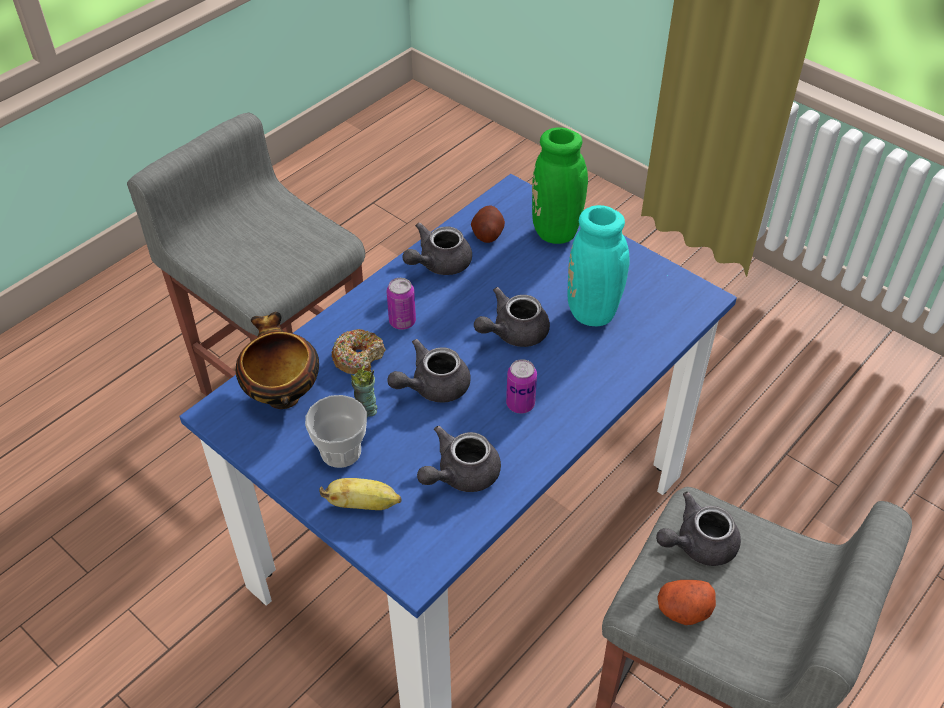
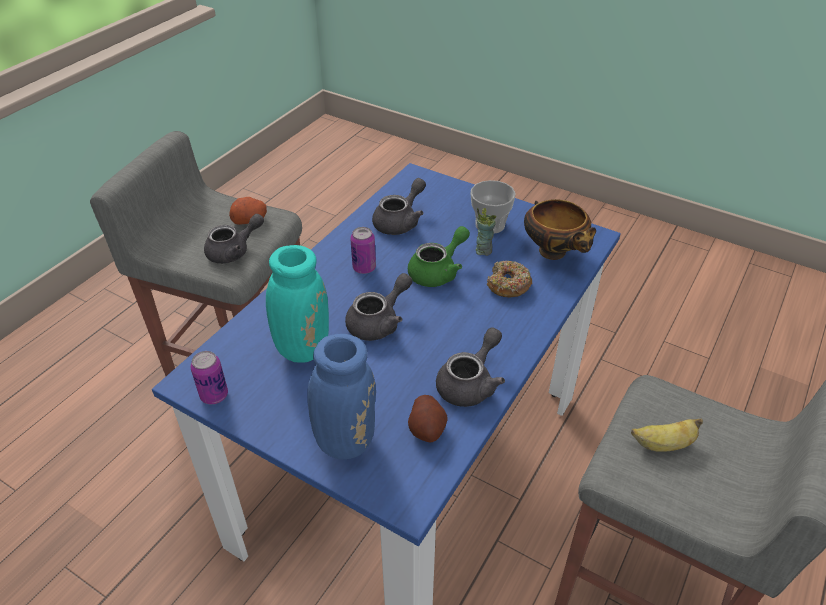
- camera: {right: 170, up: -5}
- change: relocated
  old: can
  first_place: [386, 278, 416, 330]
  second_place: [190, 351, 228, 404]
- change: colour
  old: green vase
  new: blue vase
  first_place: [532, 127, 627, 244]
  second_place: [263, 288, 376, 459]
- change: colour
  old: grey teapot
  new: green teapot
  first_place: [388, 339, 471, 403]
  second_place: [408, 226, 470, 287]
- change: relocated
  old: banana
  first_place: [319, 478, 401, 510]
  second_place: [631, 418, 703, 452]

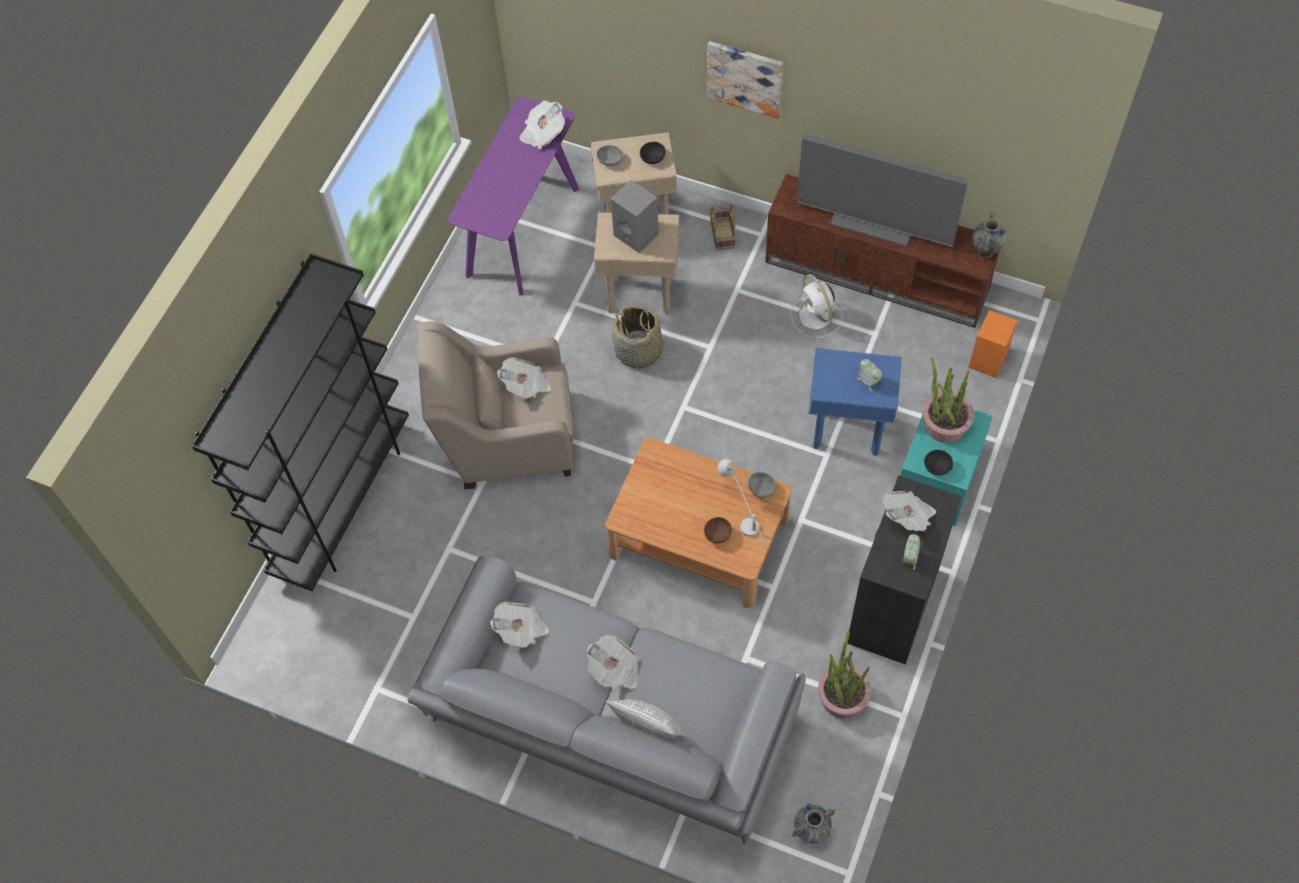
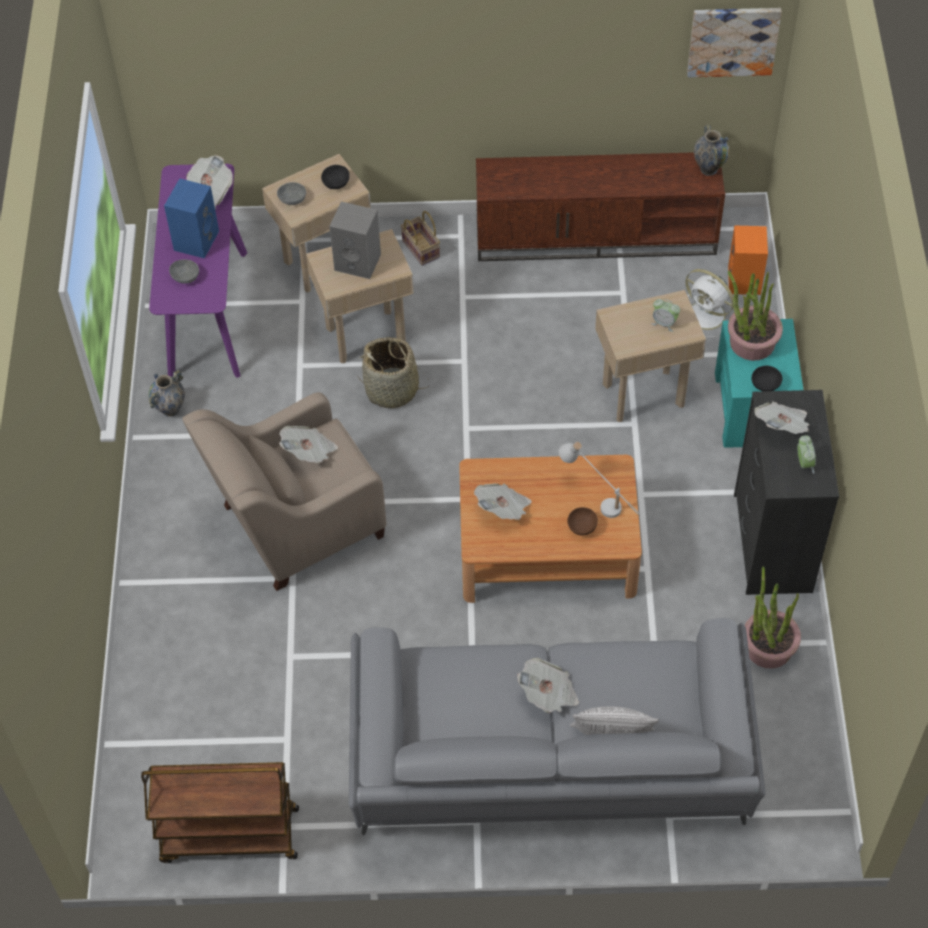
- camera: {right: -25, up: -5}
- change: appeared
  new: brown cart
  second_place: [141, 762, 299, 863]
- change: relocated
  old: vase
  first_place: [792, 803, 835, 844]
  second_place: [148, 370, 185, 417]
- change: appeared
  new: blue speaker
  second_place: [164, 178, 219, 258]
- change: relocated
  old: grey bowl
  first_place: [748, 472, 776, 498]
  second_place: [169, 259, 199, 284]
- change: relocated
  old: newspaper
  first_place: [490, 602, 549, 648]
  second_place: [474, 484, 532, 520]
- change: colour
  old: blue side table
  new: beige side table
  first_place: [808, 348, 902, 456]
  second_place: [595, 290, 706, 422]
- change: relocated
  old: white fan
  first_place: [790, 274, 843, 338]
  second_place: [685, 269, 733, 337]
- change: relocated
  old: picture
  first_place: [707, 41, 783, 118]
  second_place: [687, 8, 782, 77]
- change: missing
  old: black bookcase
  first_place: [192, 253, 409, 591]
- change: missing
  old: television
  first_place: [797, 134, 968, 247]

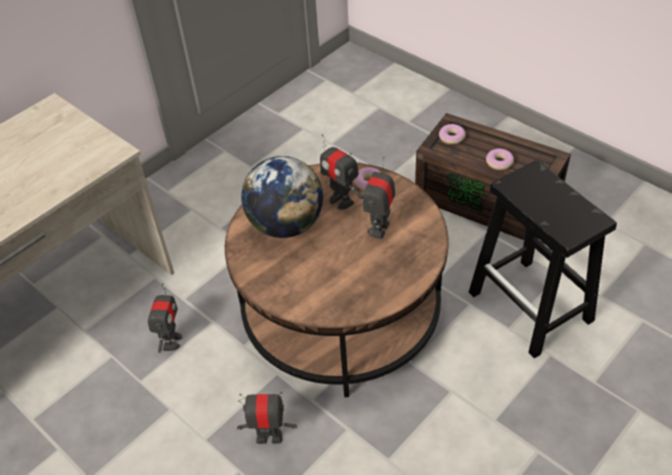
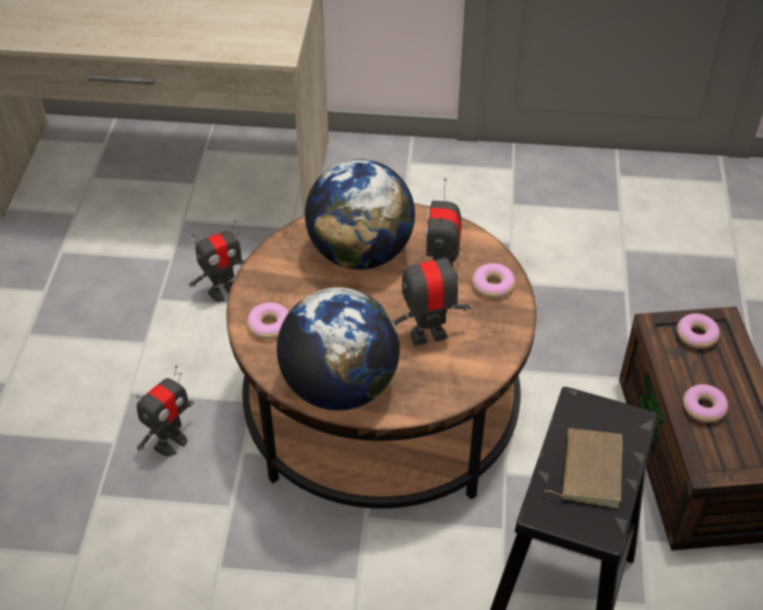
- camera: {right: 50, up: 0}
- change: spun
  old: toy robot
  first_place: [237, 392, 297, 444]
  second_place: [137, 366, 194, 457]
  degrees: 75
- change: appeared
  new: donut
  second_place: [247, 302, 289, 340]
- change: appeared
  new: globe
  second_place: [277, 287, 400, 411]
- change: appeared
  new: brown book
  second_place: [544, 428, 623, 508]

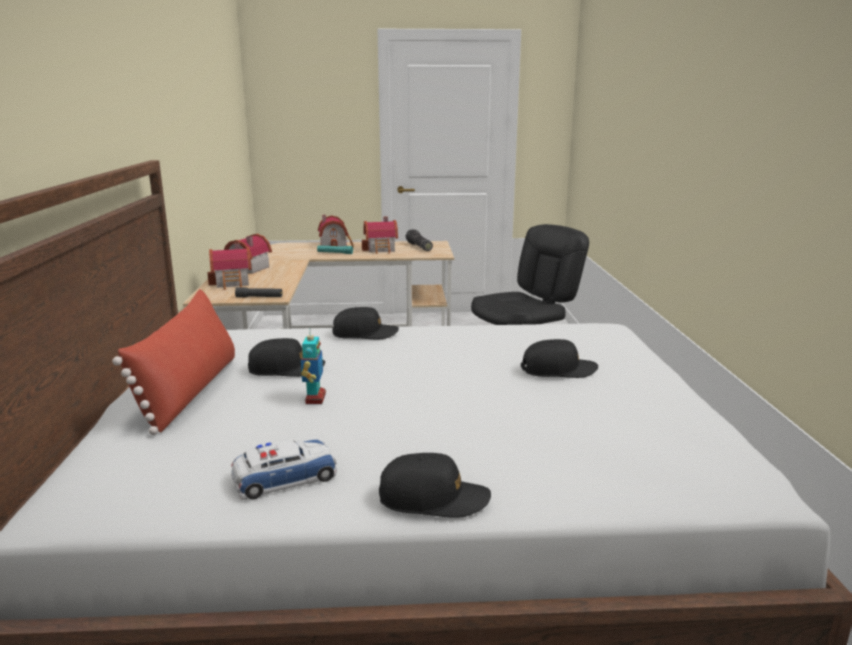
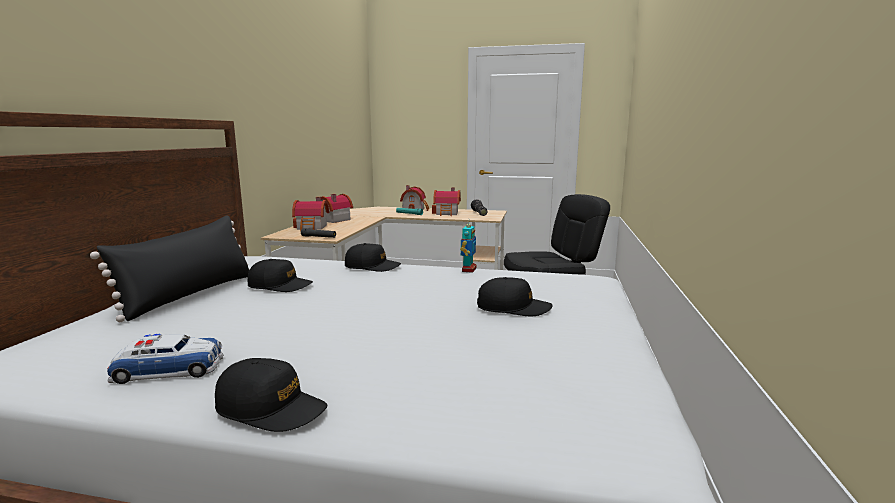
- camera: {right: 15, up: -5}
- change: colour
  old: red pillow
  new: black pillow
  first_place: [112, 289, 235, 435]
  second_place: [90, 216, 250, 322]
- change: relocated
  old: toy robot
  first_place: [301, 328, 326, 404]
  second_place: [460, 219, 477, 273]

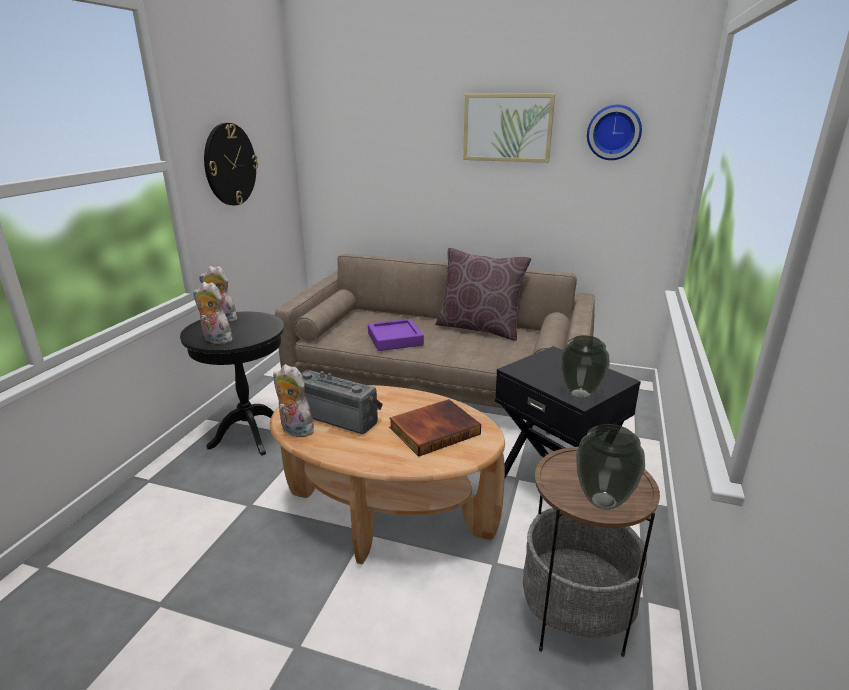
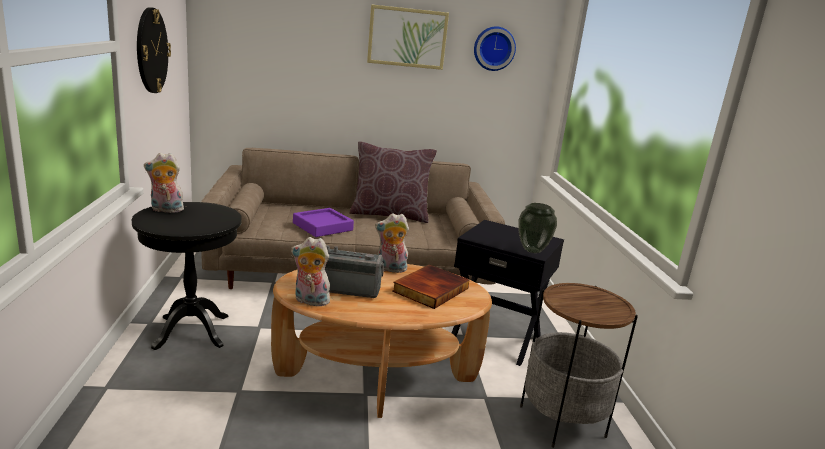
- camera: {right: -25, up: -5}
- change: relocated
  old: plush toy
  first_place: [193, 282, 233, 344]
  second_place: [375, 213, 409, 273]
- change: missing
  old: vase
  first_place: [576, 424, 645, 510]

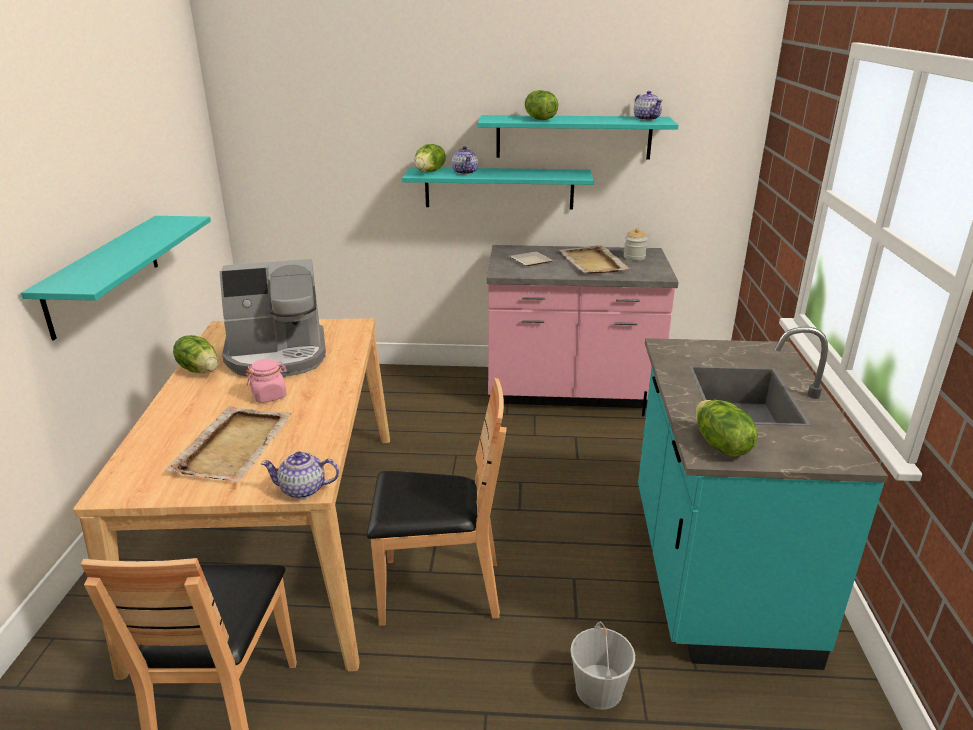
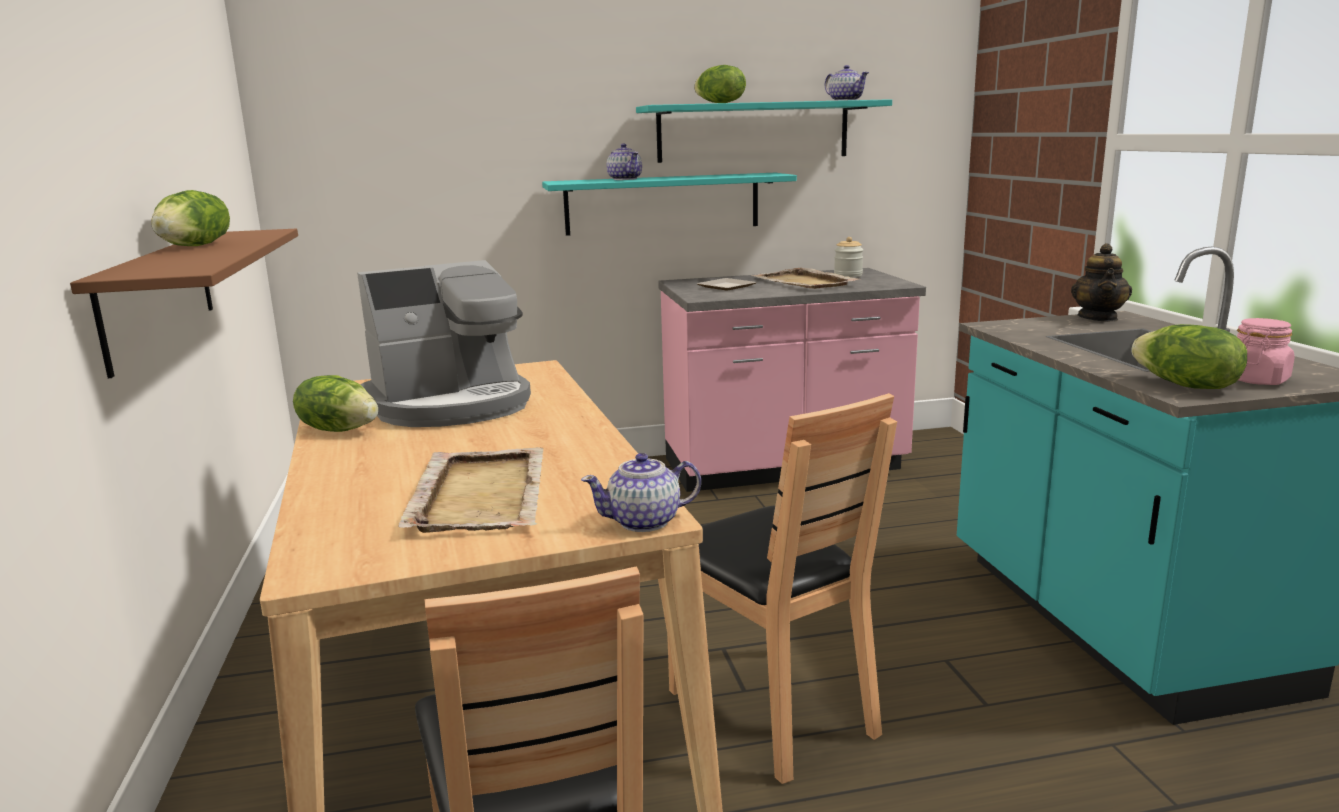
- camera: {right: -15, up: -10}
- change: colour
  old: turquoise shelf
  new: brown shelf
  first_place: [21, 216, 211, 340]
  second_place: [70, 229, 298, 378]
- change: relocated
  old: lettuce
  first_place: [415, 144, 446, 173]
  second_place: [151, 190, 230, 246]
- change: spun
  old: brown chair
  first_place: [367, 378, 507, 626]
  second_place: [667, 393, 897, 784]
  degrees: 75
- change: appeared
  new: teapot
  second_place: [1071, 243, 1132, 322]
- change: relocated
  old: pink jar
  first_place: [246, 359, 287, 403]
  second_place: [1237, 318, 1294, 385]
- change: missing
  old: white bucket
  first_place: [570, 622, 635, 710]

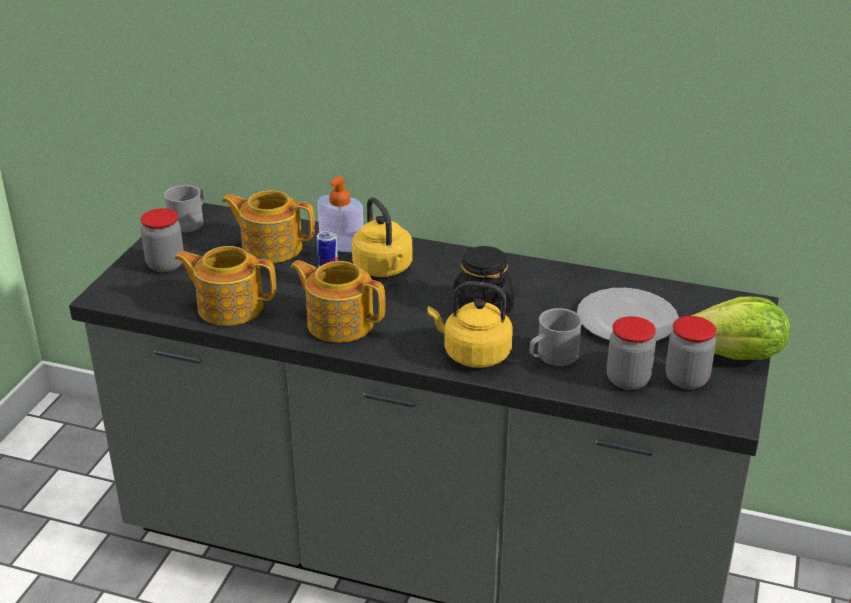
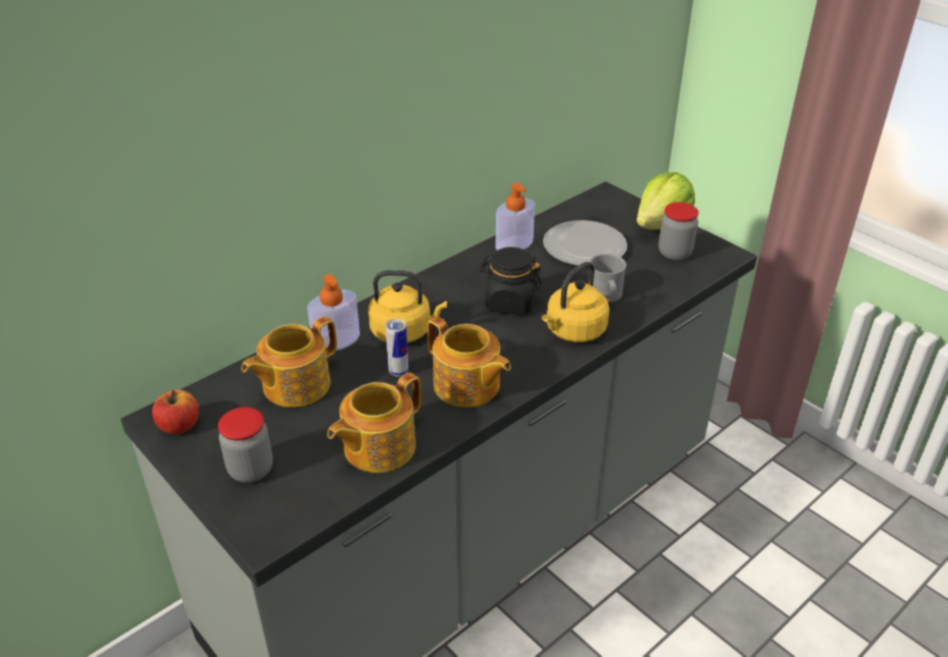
- camera: {right: -60, up: 5}
- change: exchanged
  old: grey mug
  new: apple
  first_place: [164, 185, 204, 233]
  second_place: [152, 390, 199, 434]
- change: spun
  old: teapot
  first_place: [290, 260, 385, 343]
  second_place: [427, 317, 511, 407]
  degrees: -105
- change: appeared
  new: soap dispenser
  second_place: [495, 183, 535, 250]
- change: missing
  old: jar
  first_place: [607, 316, 656, 390]

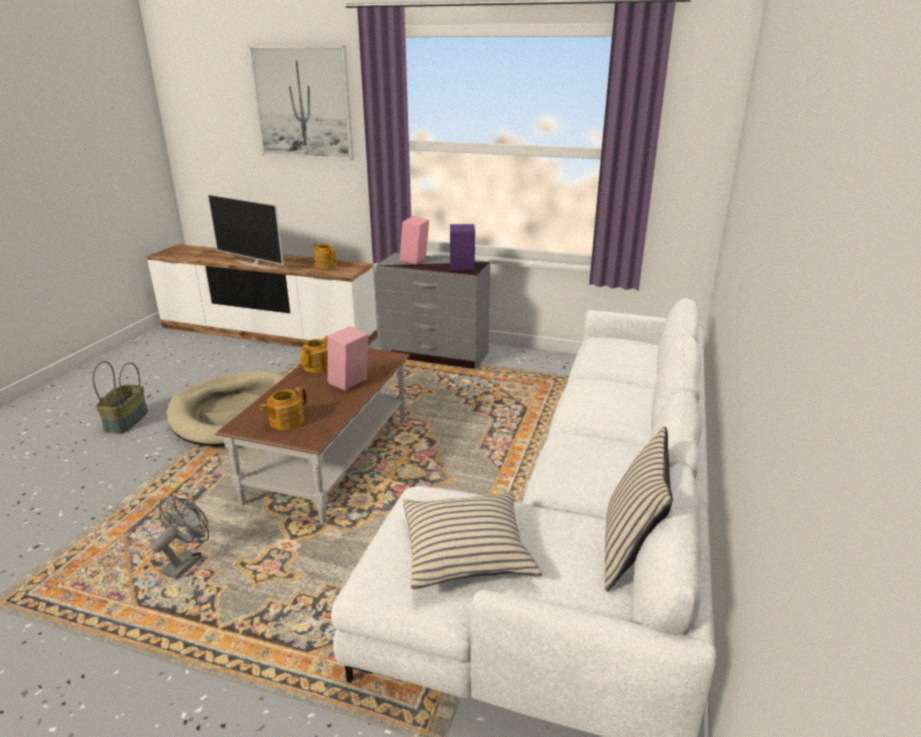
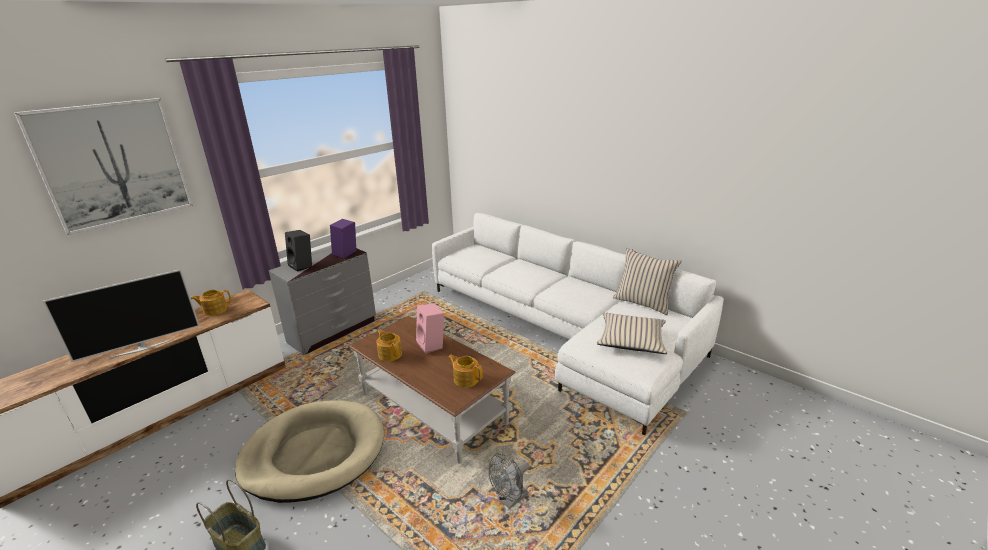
- camera: {right: -65, up: 0}
- change: colour
  old: pink speaker
  new: black speaker
  first_place: [400, 216, 429, 264]
  second_place: [285, 230, 312, 272]
- change: spun
  old: teapot
  first_place: [260, 386, 307, 430]
  second_place: [449, 355, 483, 388]
  degrees: 150
- change: spun
  old: grey fan
  first_place: [151, 497, 209, 579]
  second_place: [489, 453, 530, 509]
  degrees: -90

